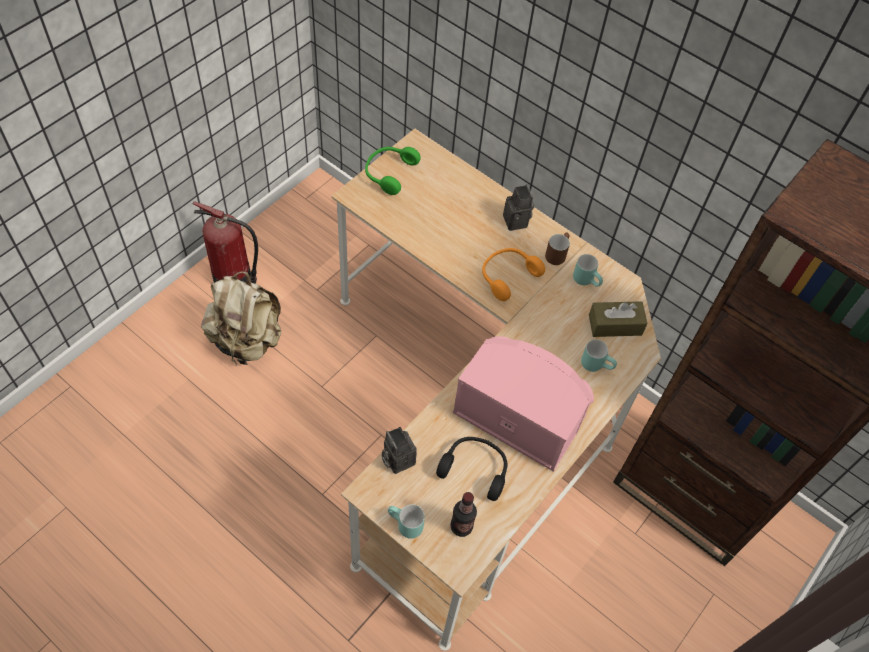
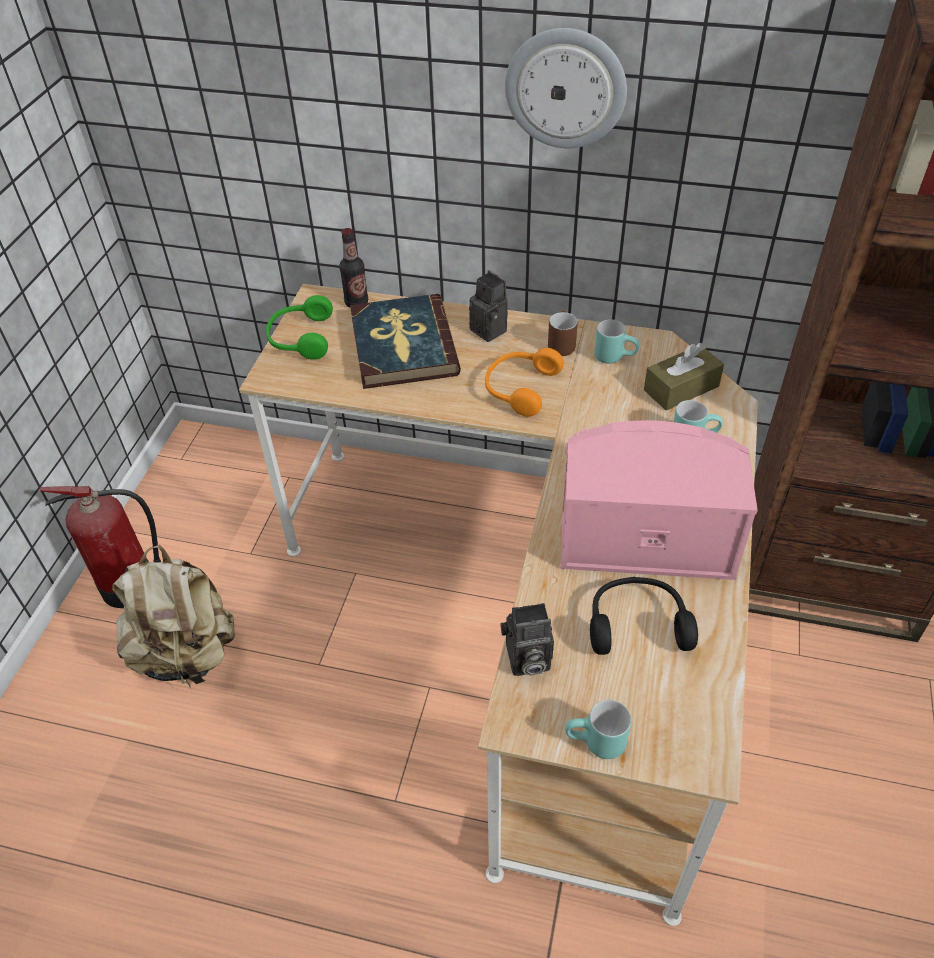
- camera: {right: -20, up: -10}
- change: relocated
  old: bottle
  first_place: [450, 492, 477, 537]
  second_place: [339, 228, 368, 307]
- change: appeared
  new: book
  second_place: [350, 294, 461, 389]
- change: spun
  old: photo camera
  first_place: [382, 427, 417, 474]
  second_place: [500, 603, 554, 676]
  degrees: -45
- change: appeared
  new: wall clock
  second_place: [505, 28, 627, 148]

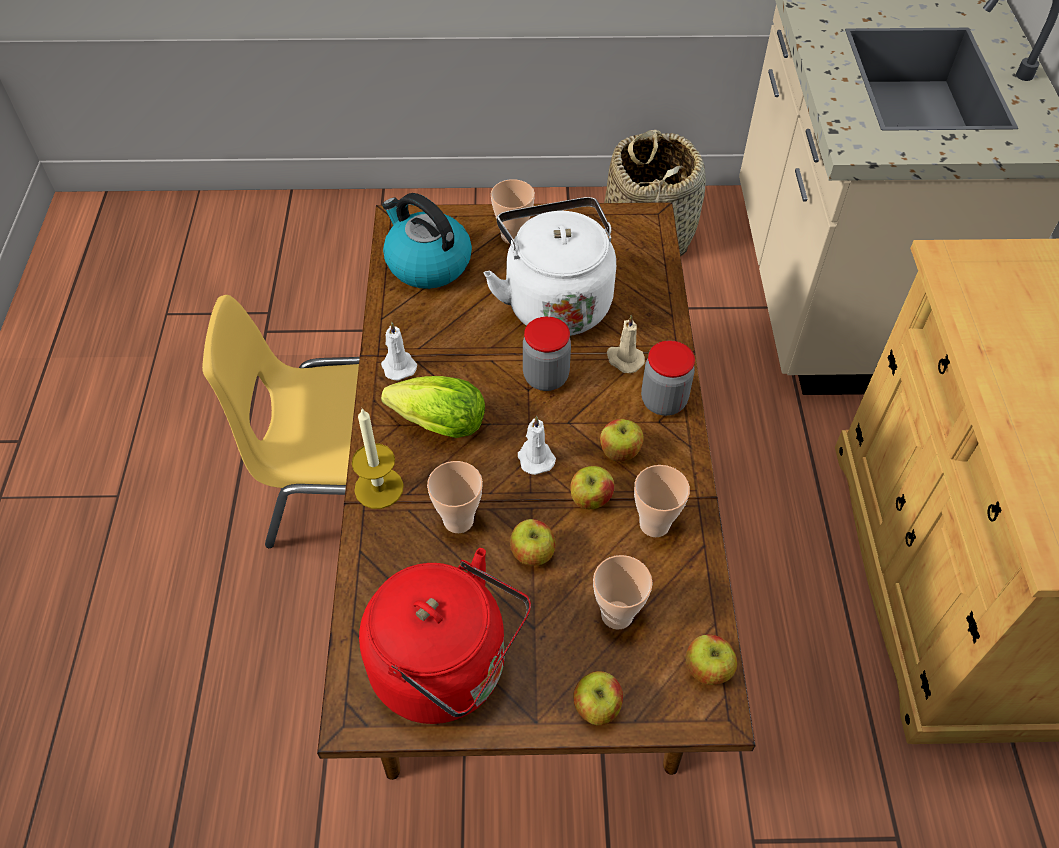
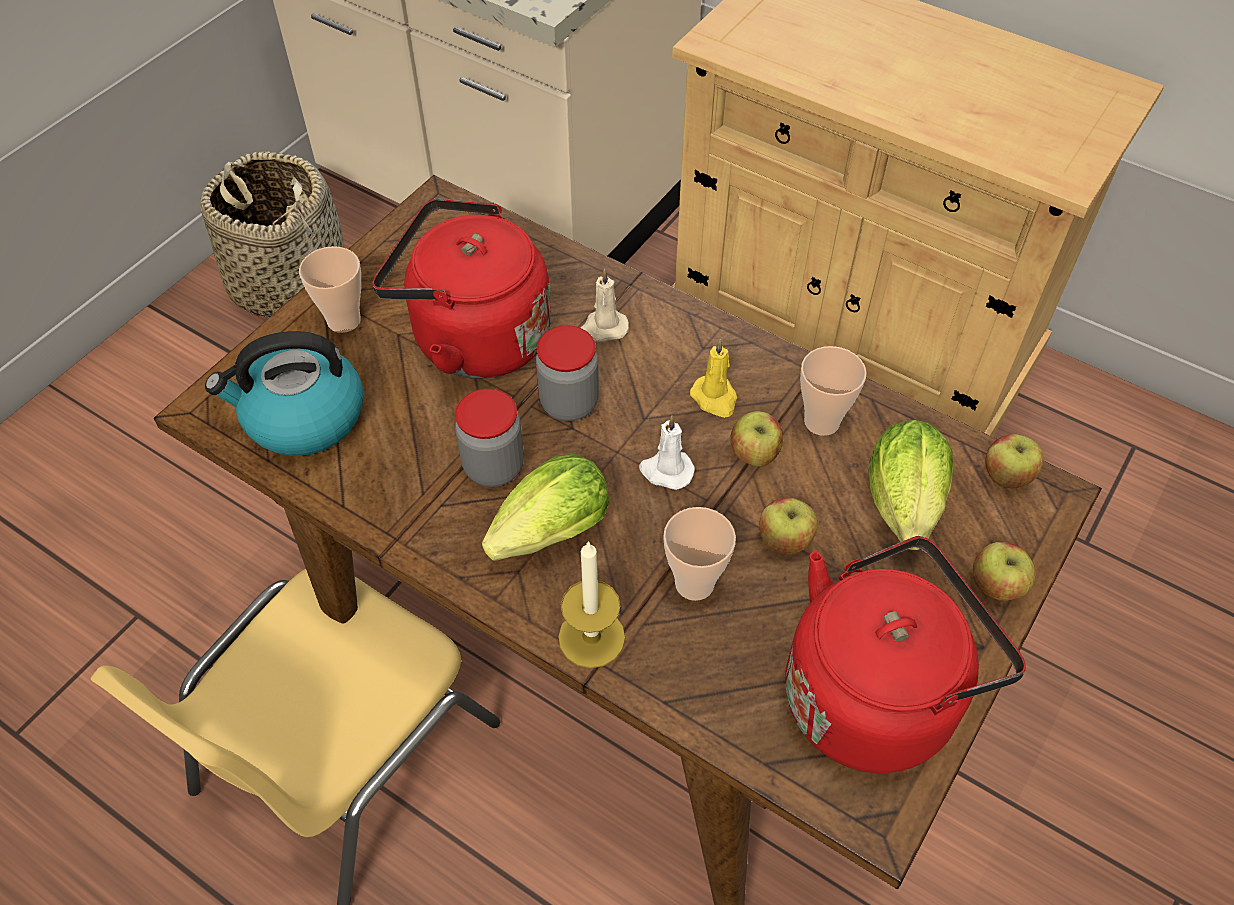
- camera: {right: -55, up: 0}
- change: colour
  old: white kettle
  new: red kettle
  first_place: [484, 197, 616, 336]
  second_place: [372, 198, 551, 379]
- change: relocated
  old: jar
  first_place: [641, 340, 695, 416]
  second_place: [455, 389, 524, 487]
- change: exchanged
  old: apple
  new: yellow candle
  first_place: [600, 419, 644, 462]
  second_place: [690, 339, 737, 418]
- change: exchanged
  old: cup
  new: lettuce
  first_place: [593, 555, 653, 630]
  second_place: [868, 420, 953, 550]
- change: missing
  old: white candle
  first_place: [381, 322, 417, 381]

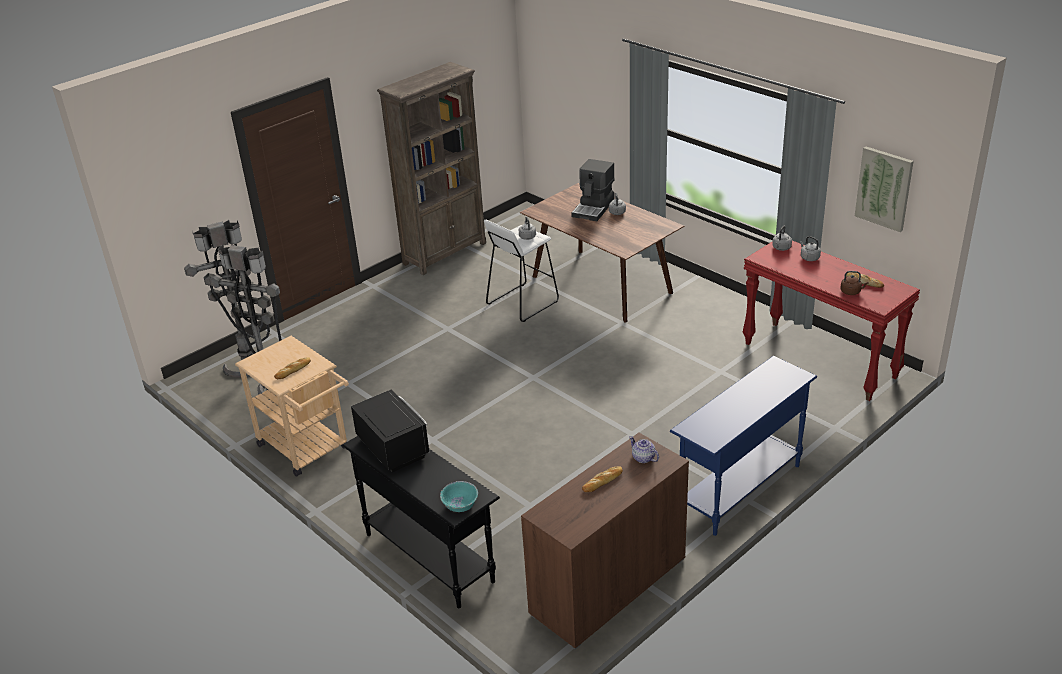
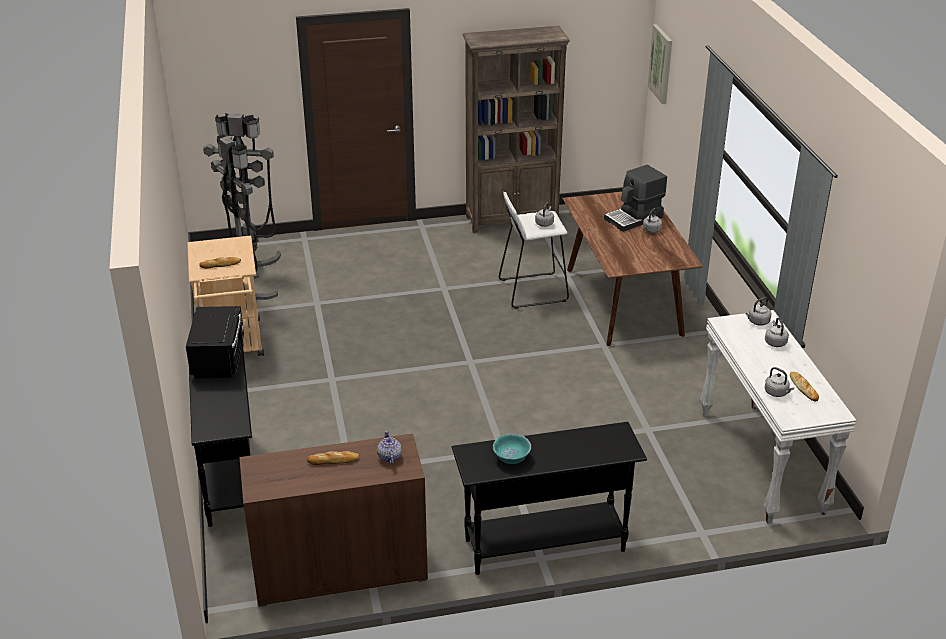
- camera: {right: 30, up: 0}
- change: colour
  old: blue console table
  new: black console table
  first_place: [670, 356, 817, 536]
  second_place: [452, 422, 647, 575]
- change: relocated
  old: turquoise bowl
  first_place: [440, 481, 478, 512]
  second_place: [493, 433, 531, 464]
- change: relocated
  old: picture
  first_place: [855, 147, 914, 232]
  second_place: [648, 24, 672, 104]
- change: colour
  old: red console table
  new: white console table
  first_place: [743, 241, 920, 401]
  second_place: [700, 310, 857, 524]
- change: colour
  old: brown kettle
  new: grey kettle
  first_place: [840, 271, 869, 295]
  second_place: [765, 367, 794, 397]

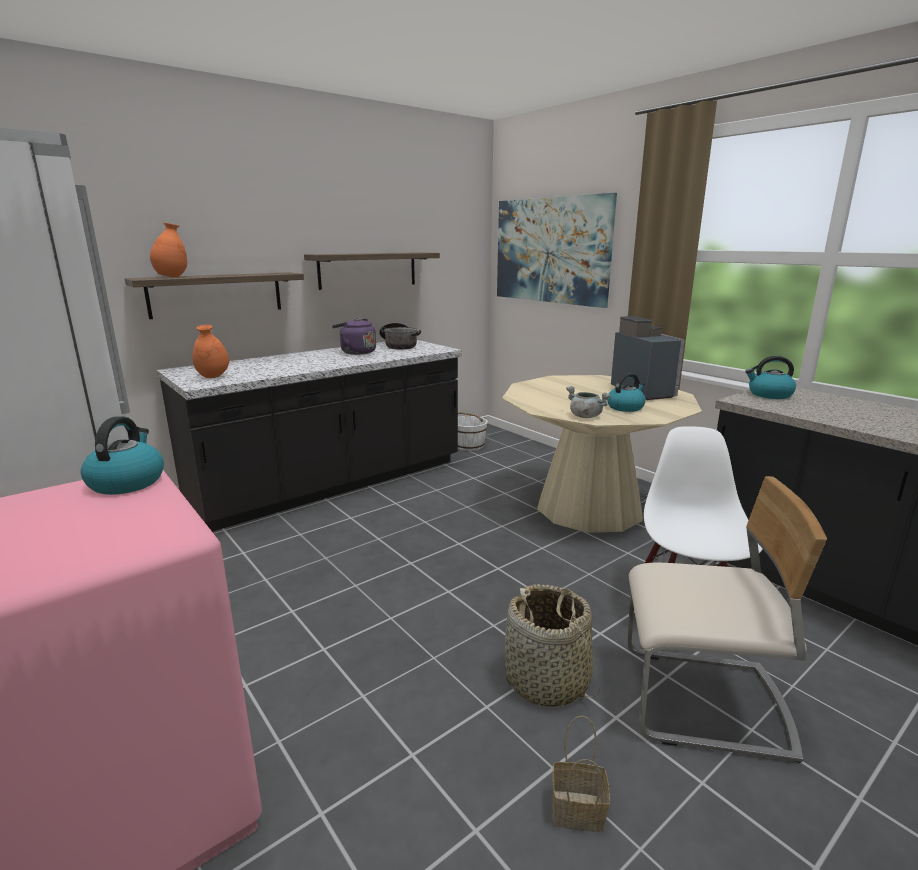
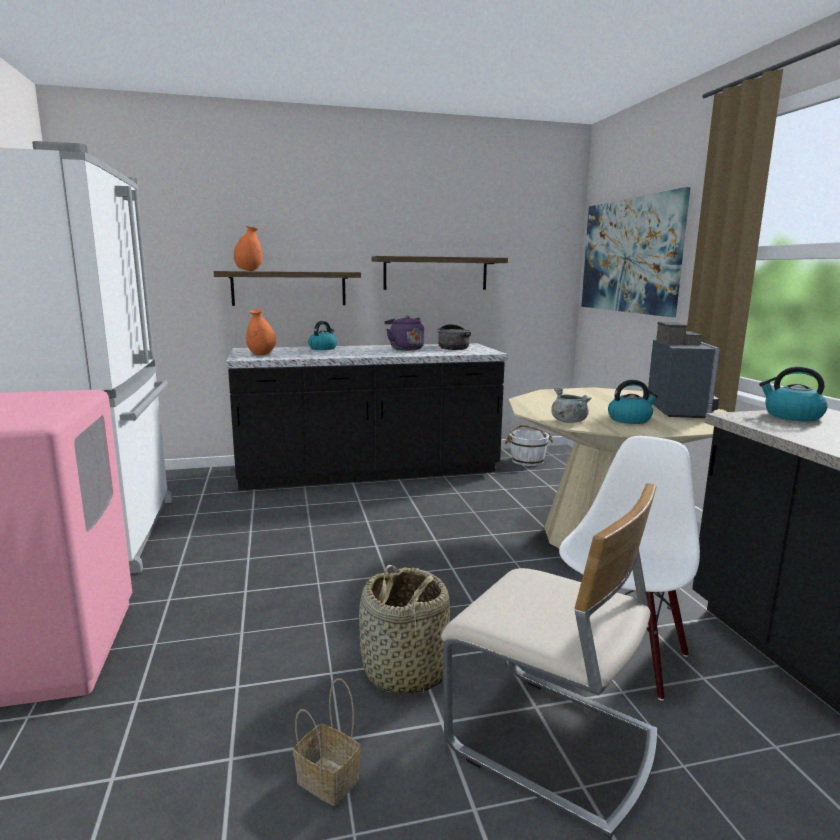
- camera: {right: 25, up: -5}
- change: relocated
  old: kettle
  first_place: [81, 416, 164, 495]
  second_place: [308, 321, 337, 350]

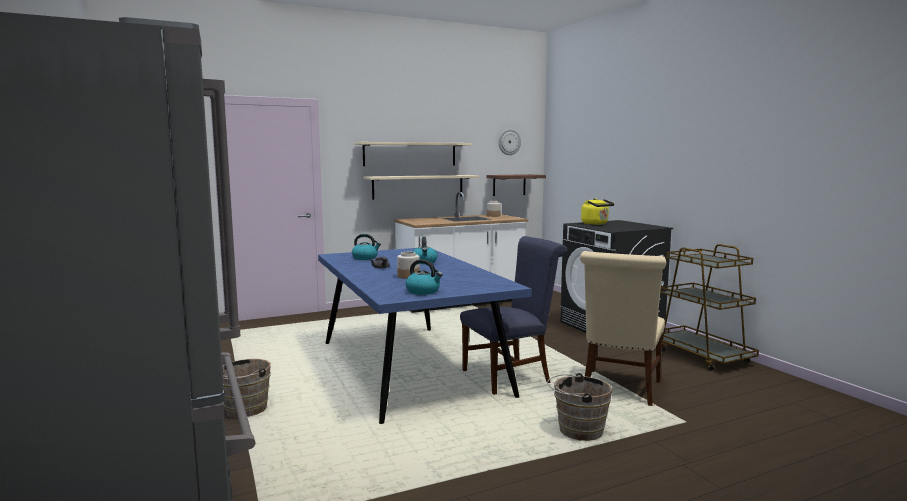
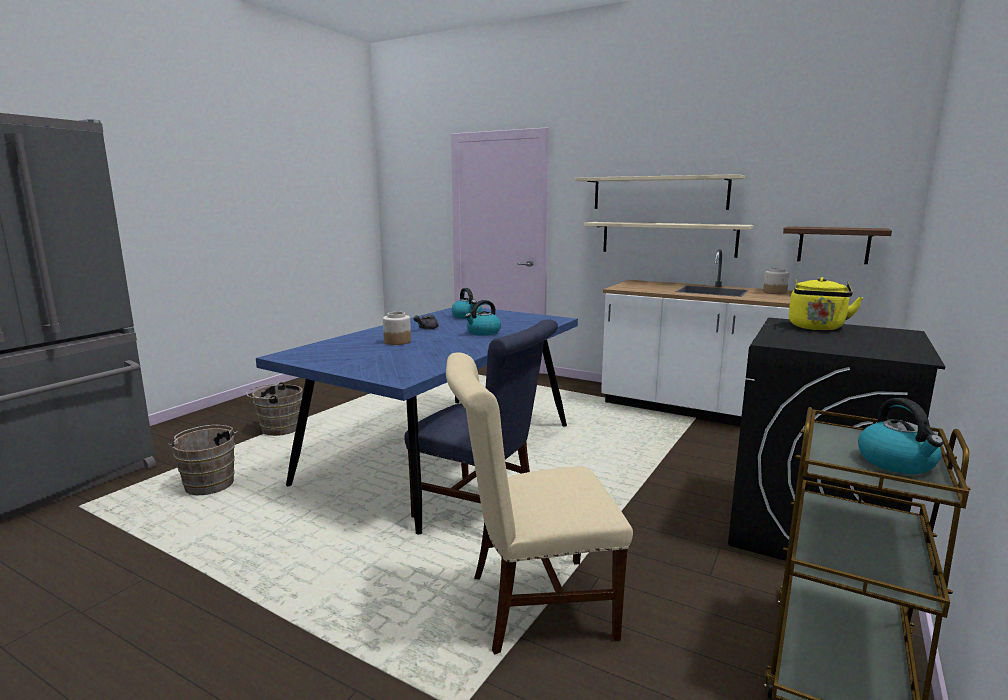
- camera: {right: 55, up: 5}
- change: relocated
  old: brown bucket
  first_place: [547, 373, 613, 441]
  second_place: [168, 425, 238, 495]
- change: relocated
  old: kettle
  first_place: [405, 259, 443, 295]
  second_place: [858, 398, 944, 474]
- change: missing
  old: wall clock
  first_place: [499, 129, 521, 155]

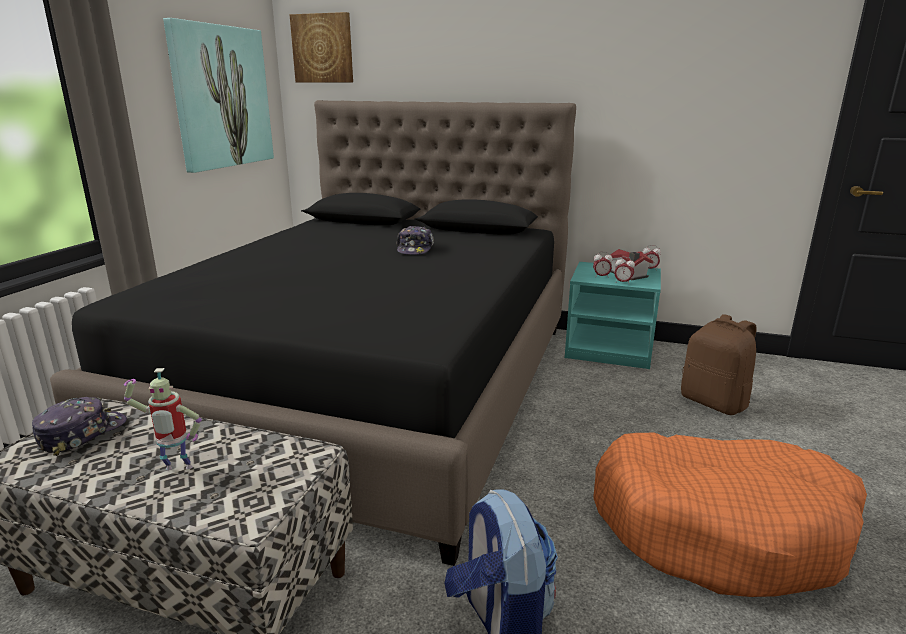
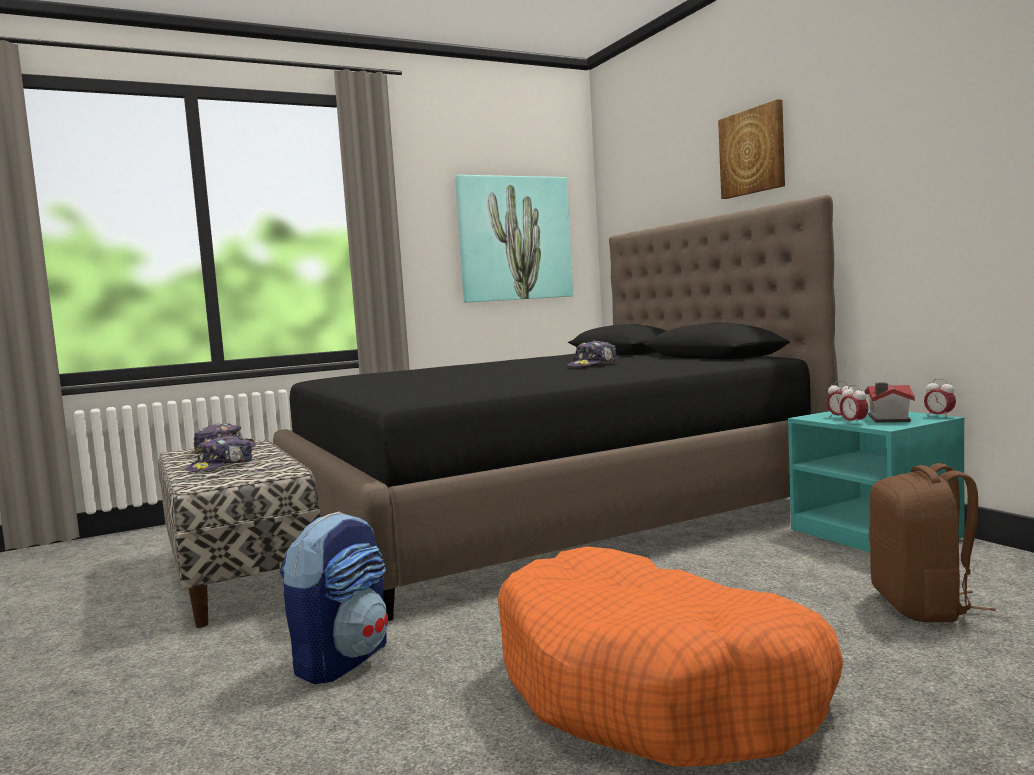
- camera: {right: 45, up: -15}
- change: exchanged
  old: toy robot
  new: cap
  first_place: [124, 368, 202, 470]
  second_place: [185, 435, 253, 472]
- change: relocated
  old: picture
  first_place: [289, 12, 353, 82]
  second_place: [718, 99, 785, 199]

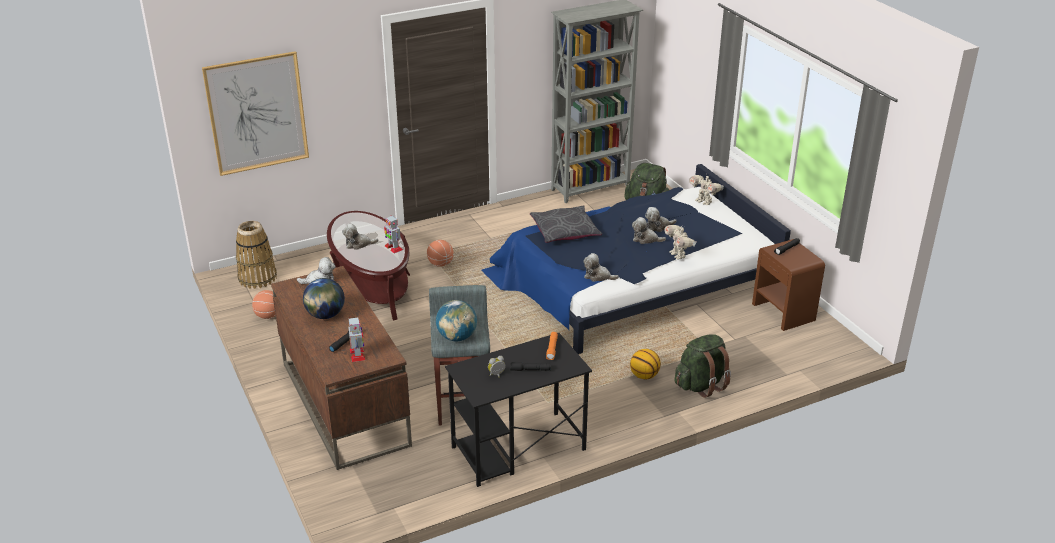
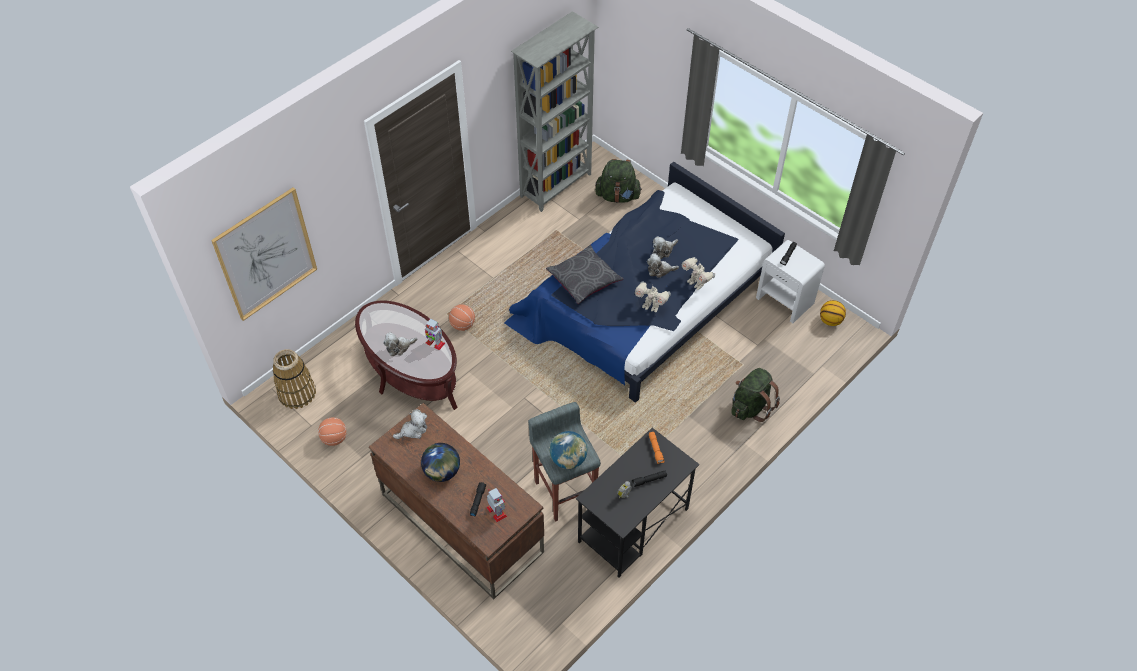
- camera: {right: -20, up: 20}
- change: relocated
  old: toy robot
  first_place: [689, 174, 724, 205]
  second_place: [635, 282, 671, 312]
- change: colour
  old: brown nightstand
  new: white nightstand
  first_place: [752, 239, 825, 331]
  second_place: [756, 240, 825, 323]
- change: relocated
  old: basketball
  first_place: [630, 349, 661, 379]
  second_place: [820, 300, 846, 326]
- change: missing
  old: plush toy
  first_place: [584, 253, 619, 282]

